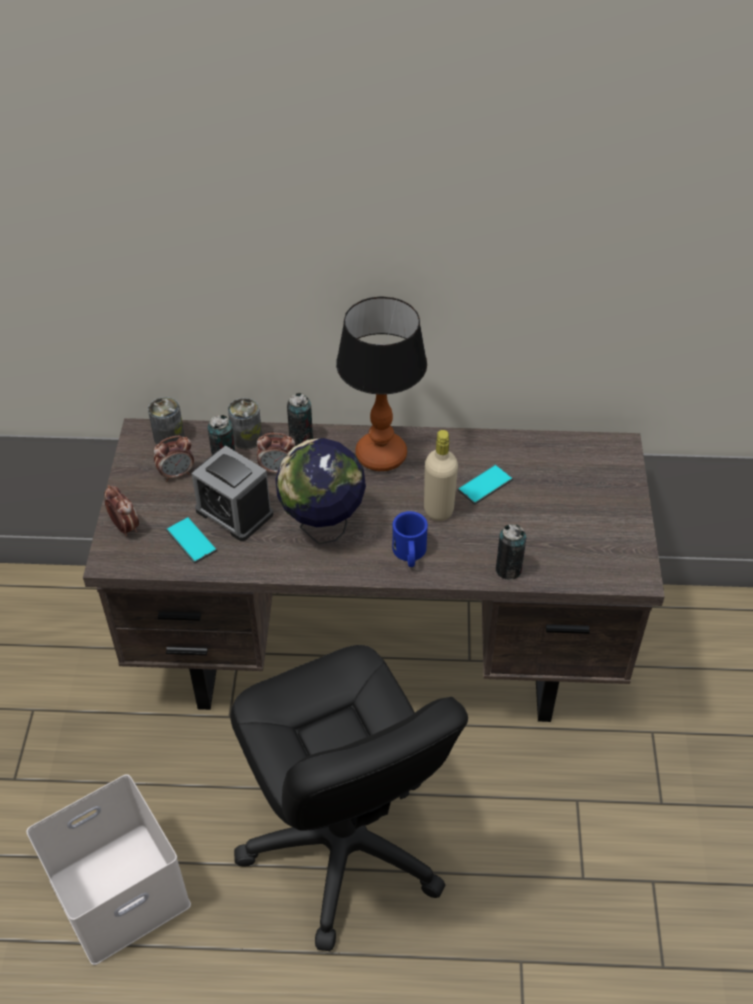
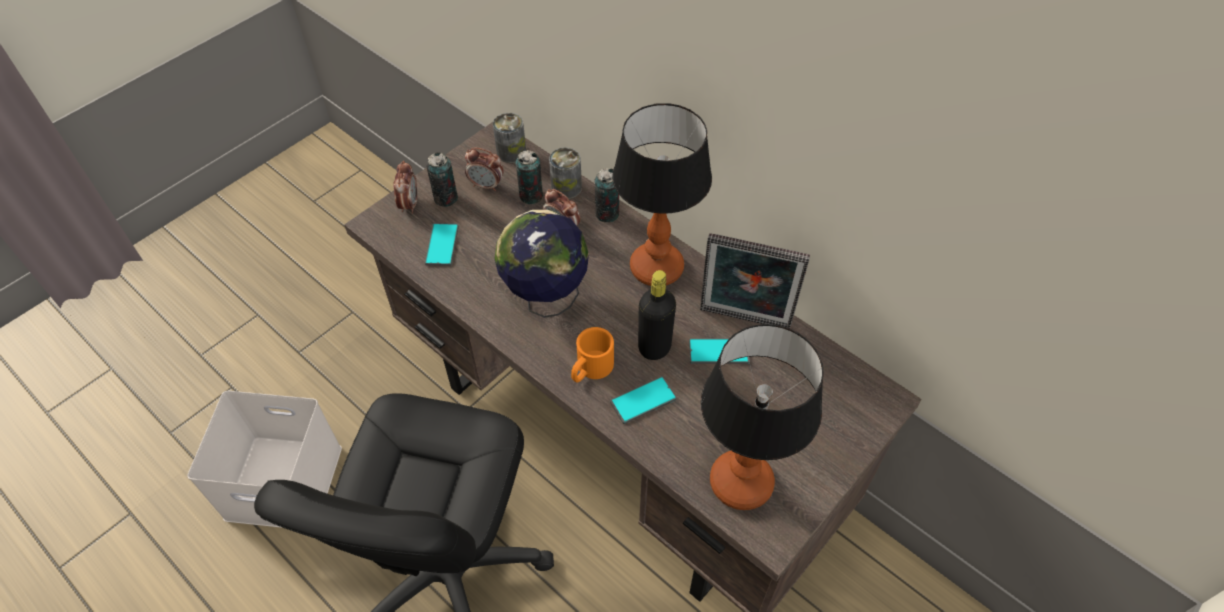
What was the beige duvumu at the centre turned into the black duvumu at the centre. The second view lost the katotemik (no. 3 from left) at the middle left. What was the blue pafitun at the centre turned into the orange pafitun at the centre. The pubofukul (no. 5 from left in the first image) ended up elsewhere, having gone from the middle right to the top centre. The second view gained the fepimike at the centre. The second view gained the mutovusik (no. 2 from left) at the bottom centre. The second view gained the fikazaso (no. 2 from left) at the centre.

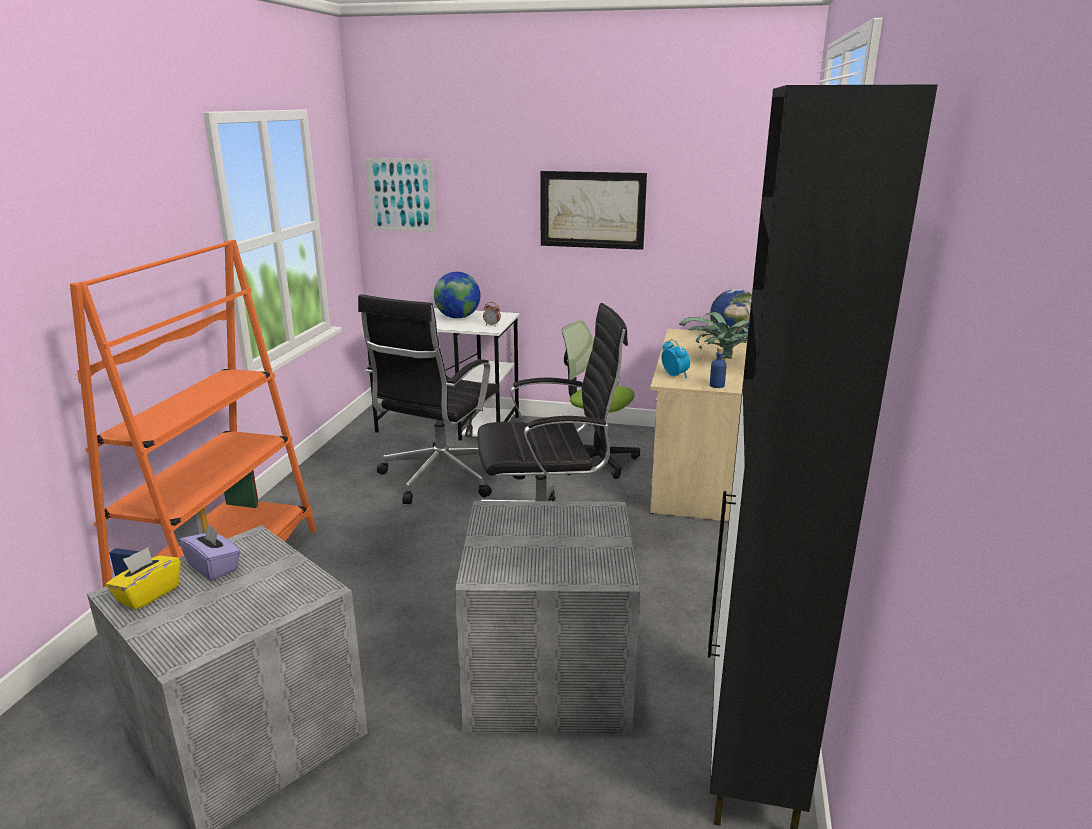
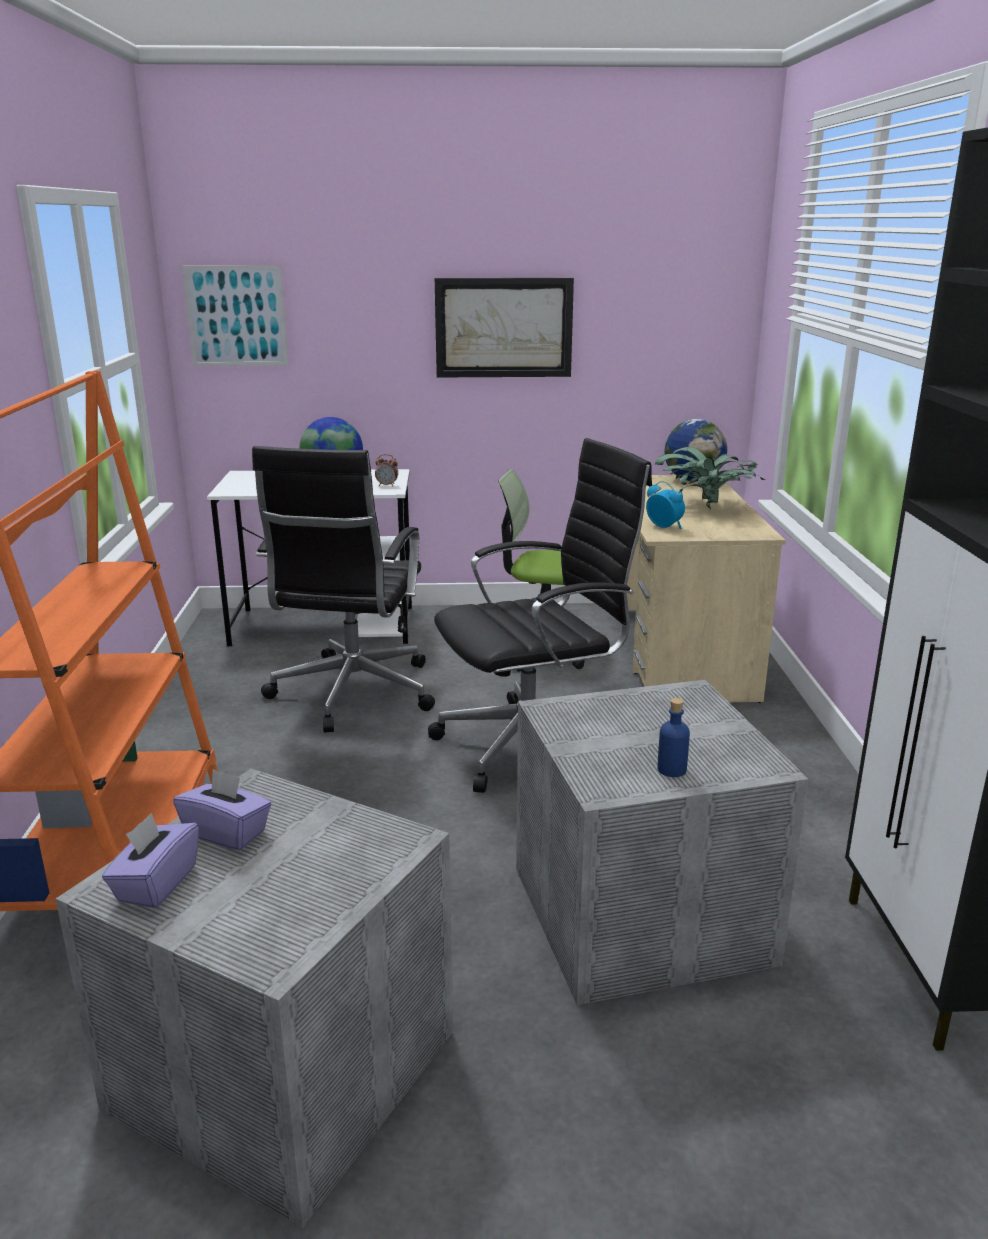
The blue duvumu ended up elsewhere, having gone from the centre to the middle right. What was the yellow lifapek at the bottom left turned into the purple lifapek (no. 1 from left) at the bottom left.

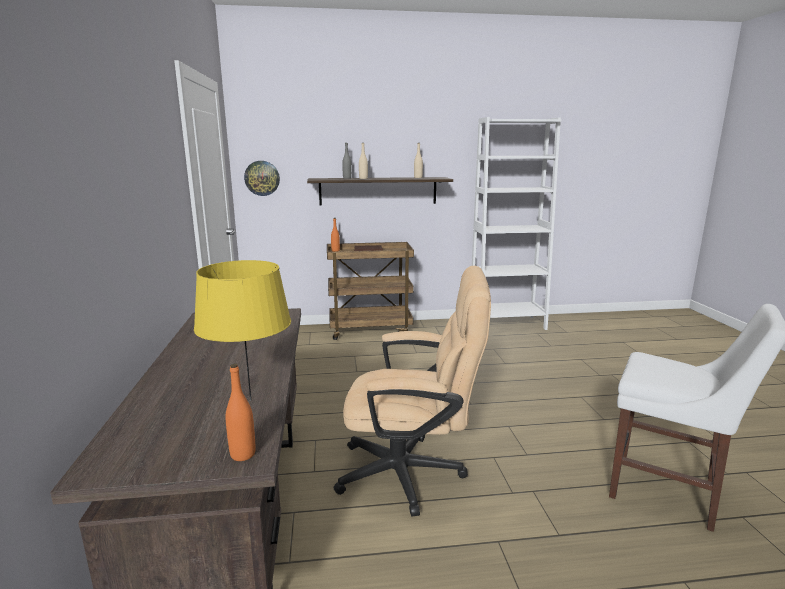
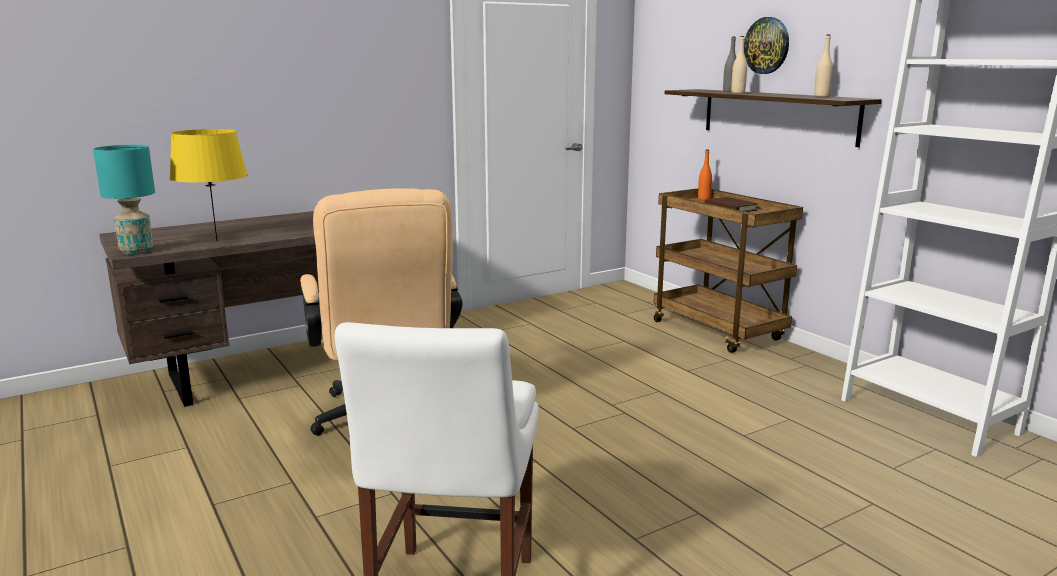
The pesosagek ended up elsewhere, having gone from the top centre to the top right. Where the orange duvumu (no. 1 from left) stood at the bottom left, the turquoise mutovusik came to stand at the middle left.

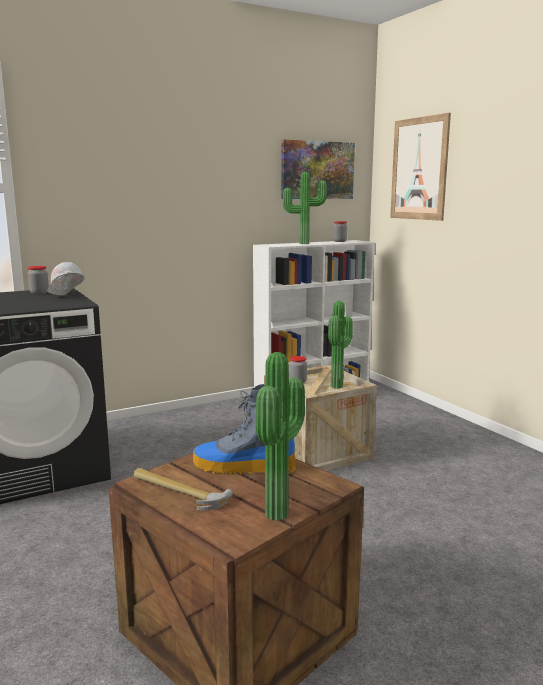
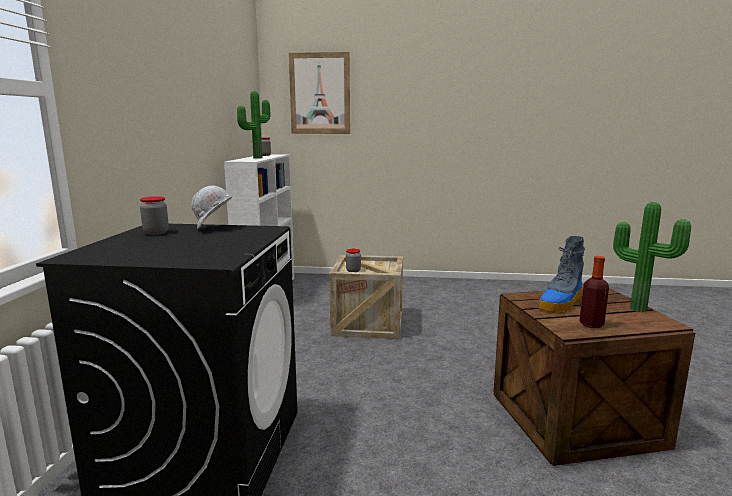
The second view lost the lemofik (no. 1 from left) at the top centre. The second view lost the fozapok (no. 3 from left) at the centre. Where the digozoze stood at the bottom centre, the duvumu came to stand at the middle right.

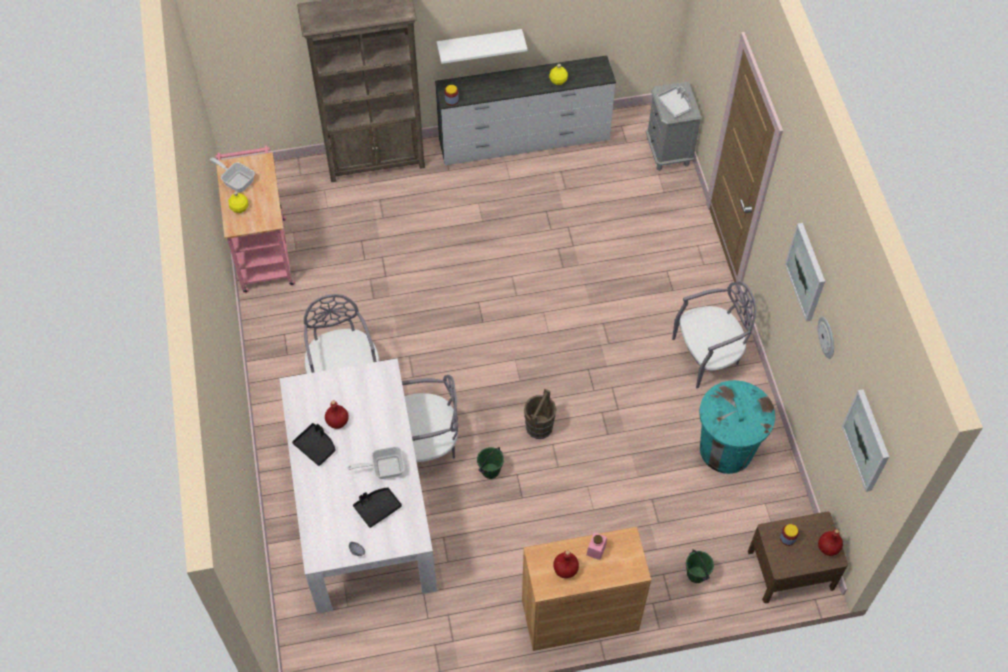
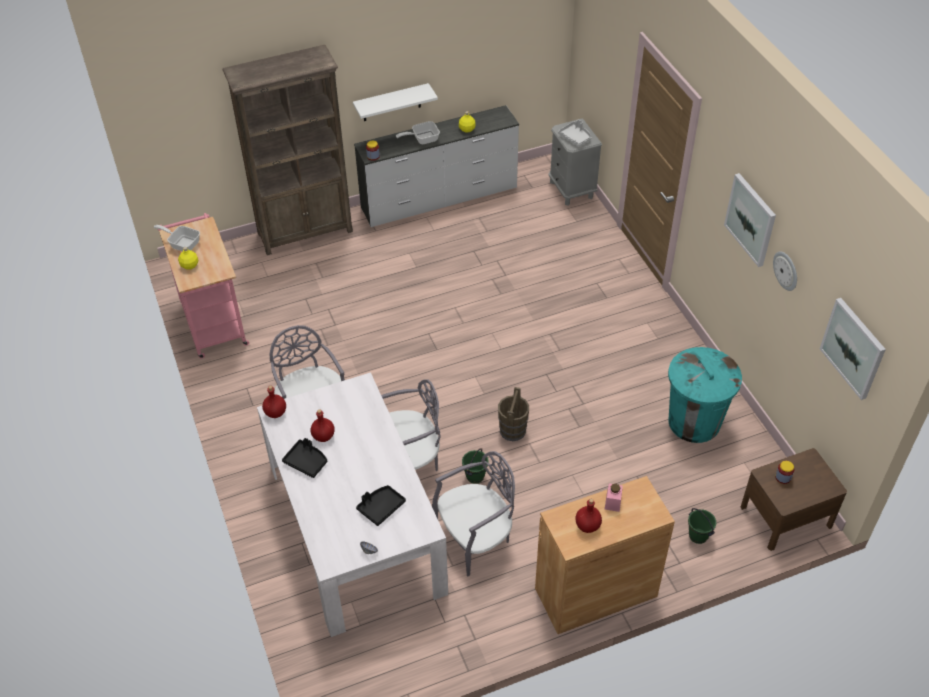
The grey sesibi (no. 3 from left) ended up elsewhere, having gone from the middle right to the bottom centre. The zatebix (no. 2 from left) ended up elsewhere, having gone from the bottom centre to the top centre. The red duvumu (no. 3 from left in the first image) ended up elsewhere, having gone from the bottom right to the middle left.

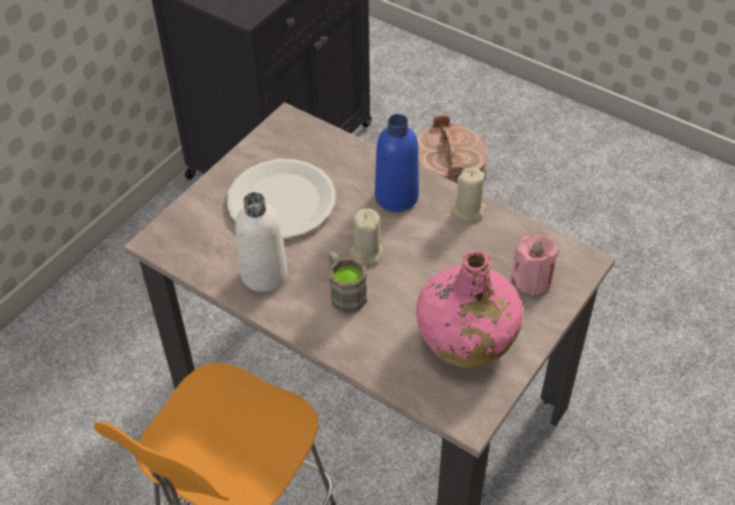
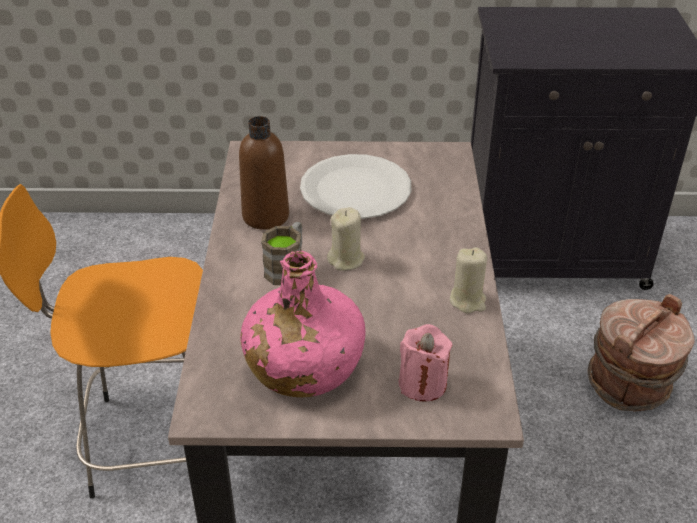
The second view lost the blue duvumu at the top centre. What was the white duvumu at the centre turned into the brown duvumu at the top centre.

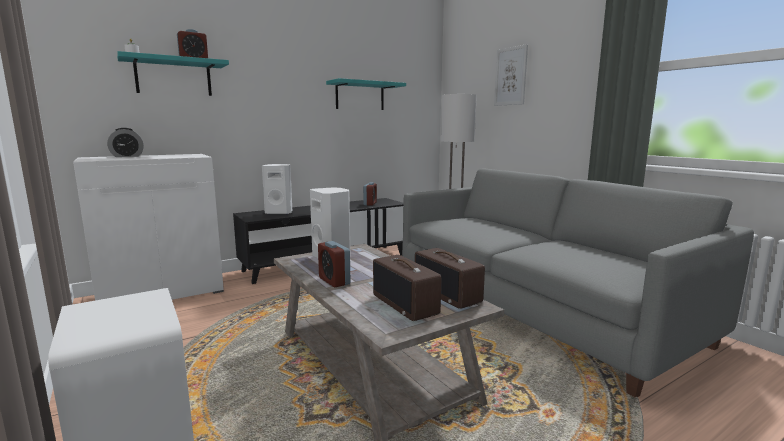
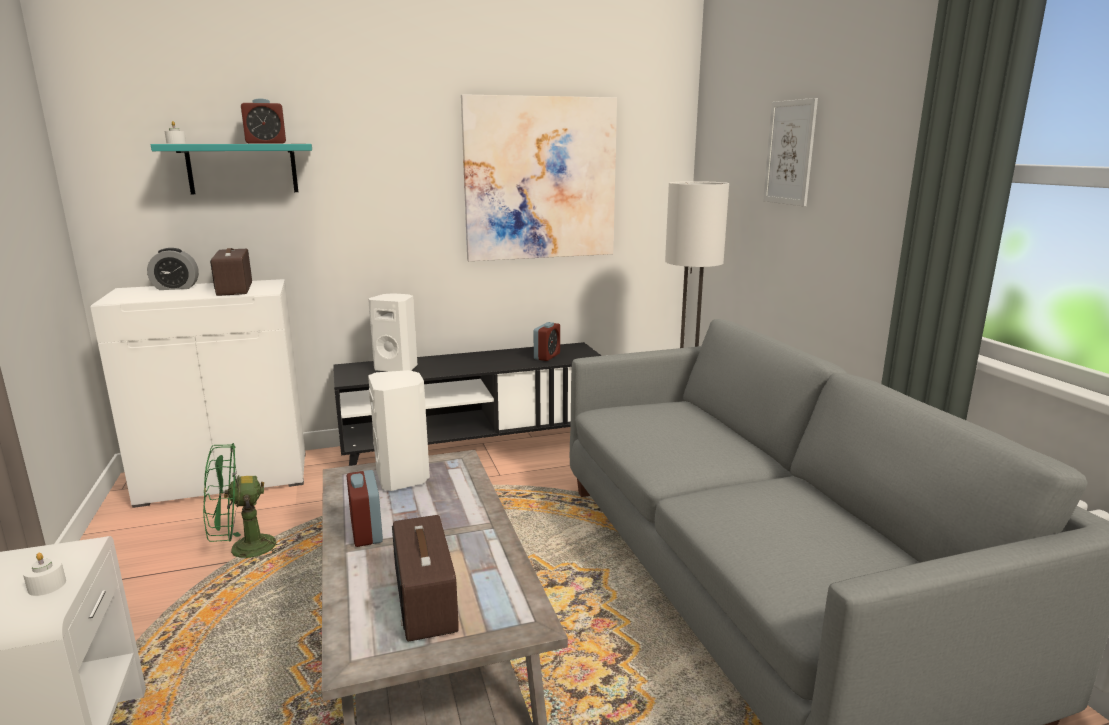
Where the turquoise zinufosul (no. 2 from left) hung at the top centre, the lemofik (no. 1 from left) came to hang at the top centre. The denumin (no. 2 from left in the first image) ended up elsewhere, having gone from the centre to the middle left. The second view gained the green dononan at the bottom left. The second view gained the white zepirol (no. 1 from left) at the bottom left.

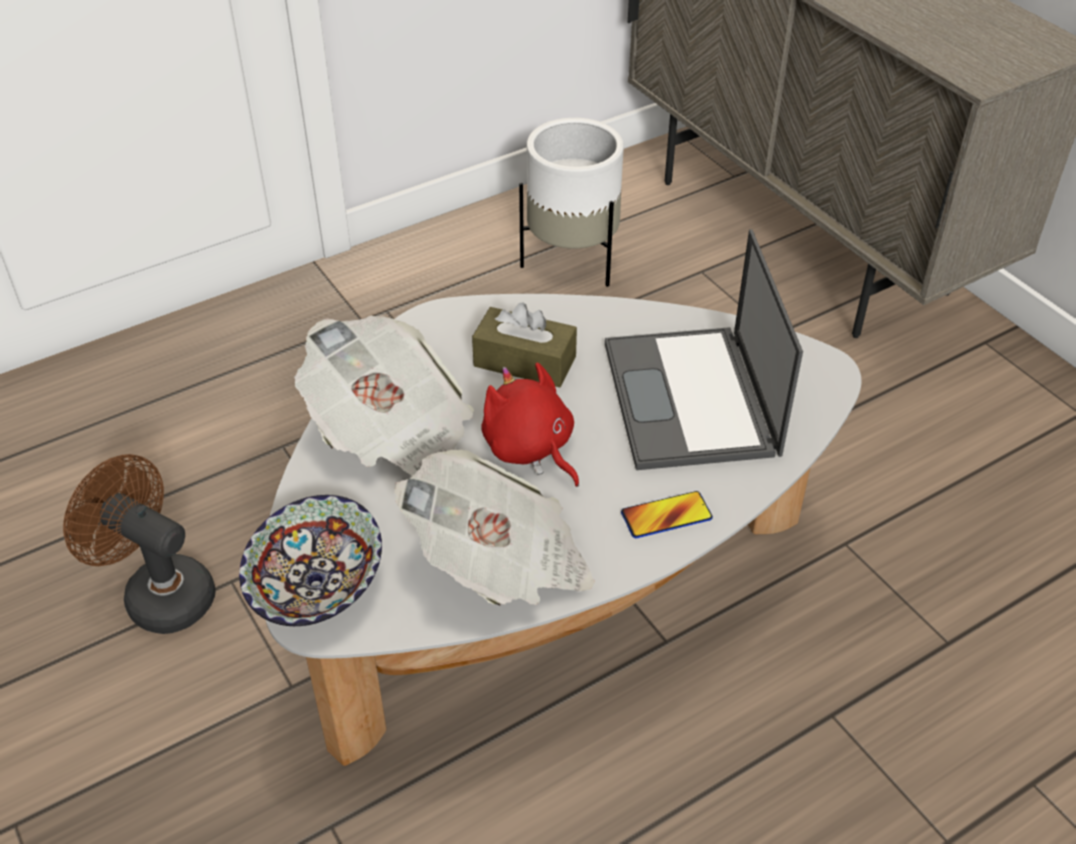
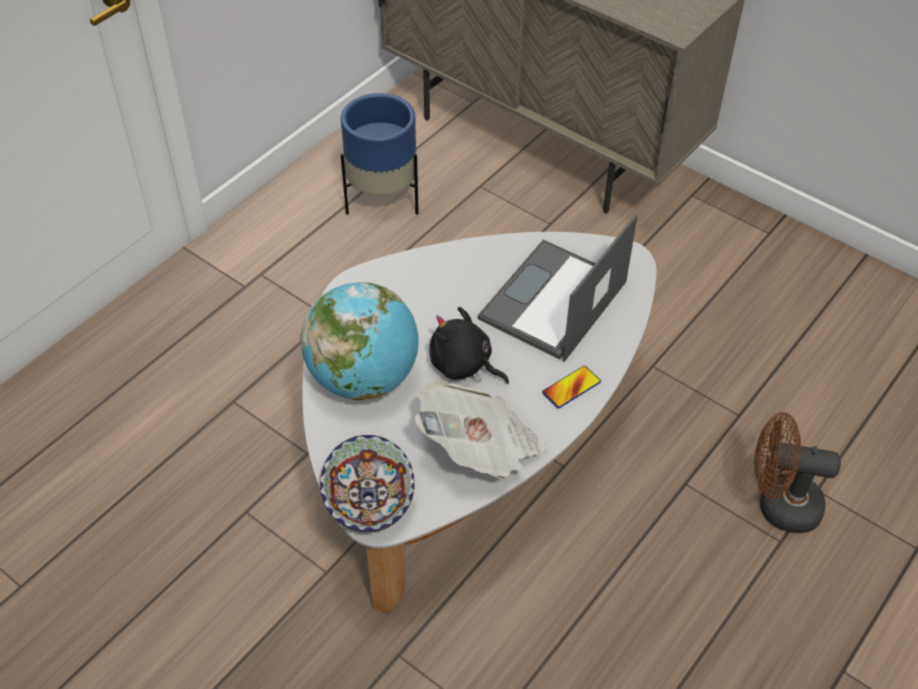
What was the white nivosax at the top centre turned into the blue nivosax at the top centre. The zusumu at the centre ended up facing another way, 60 degrees clockwise from before. The second view lost the brown lifapek at the centre. Where the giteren (no. 1 from left) stood at the centre, the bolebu came to stand at the centre. What was the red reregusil at the centre turned into the black reregusil at the centre. The brown dononan ended up elsewhere, having gone from the middle left to the bottom right.

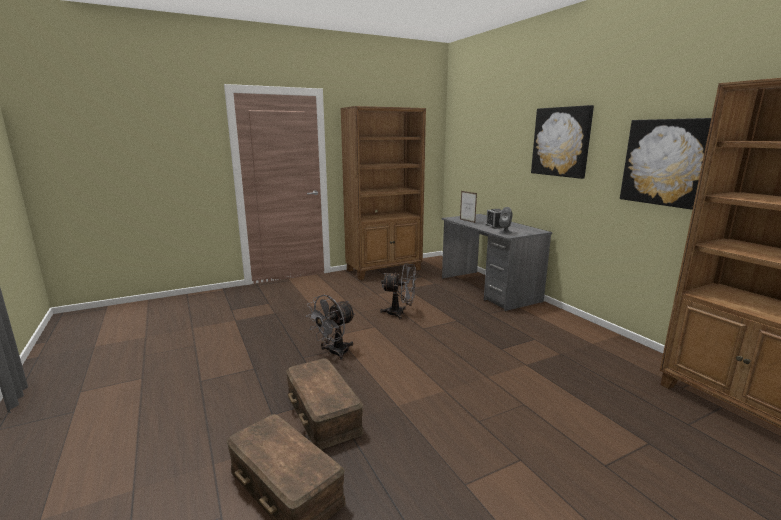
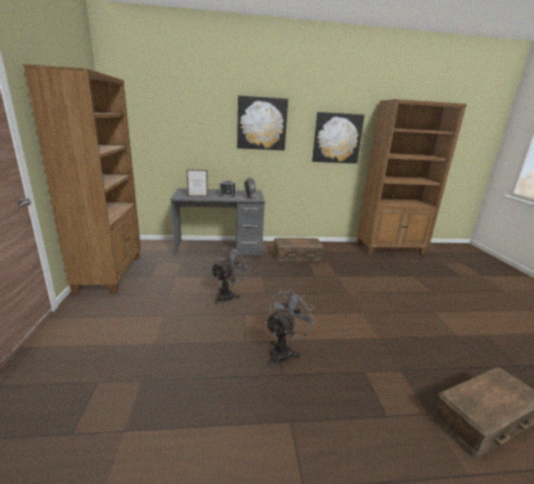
The grey dononan (no. 1 from left in the first image) at the centre ended up facing another way, 120 degrees counterclockwise from before. The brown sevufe (no. 2 from left in the first image) ended up elsewhere, having gone from the bottom centre to the centre.

